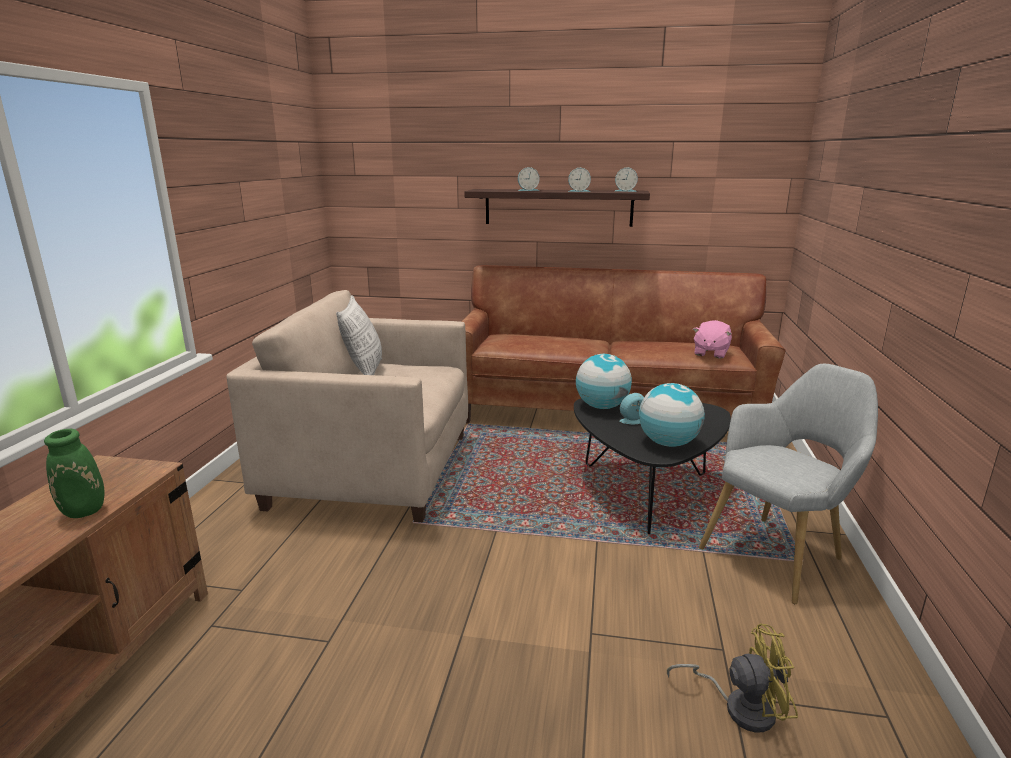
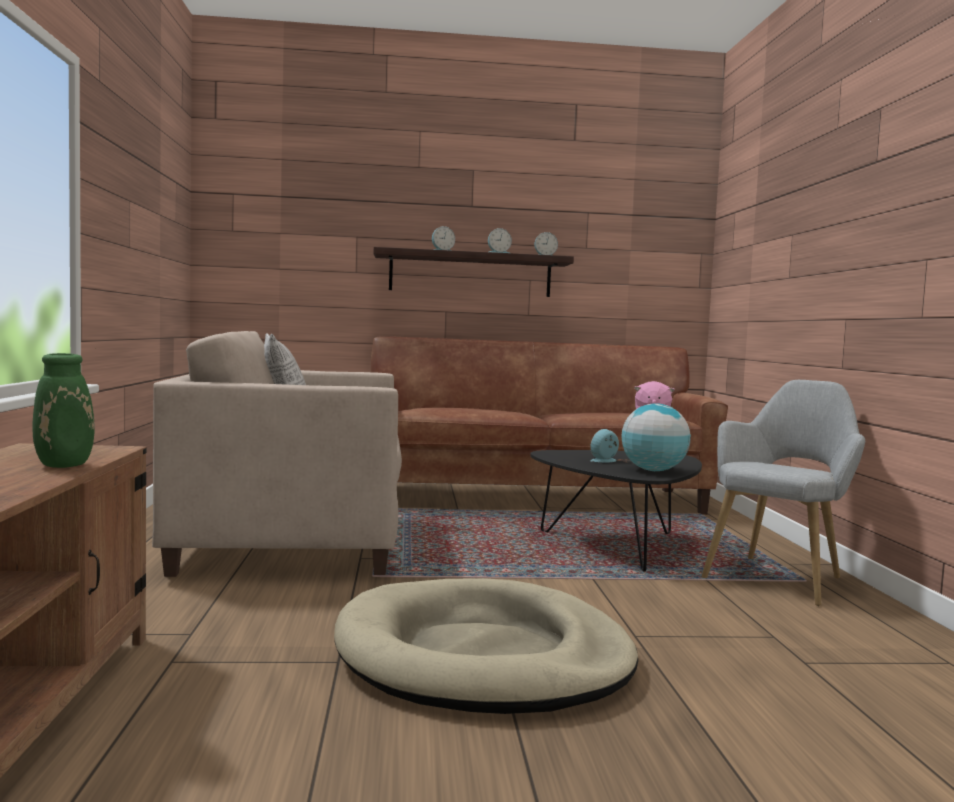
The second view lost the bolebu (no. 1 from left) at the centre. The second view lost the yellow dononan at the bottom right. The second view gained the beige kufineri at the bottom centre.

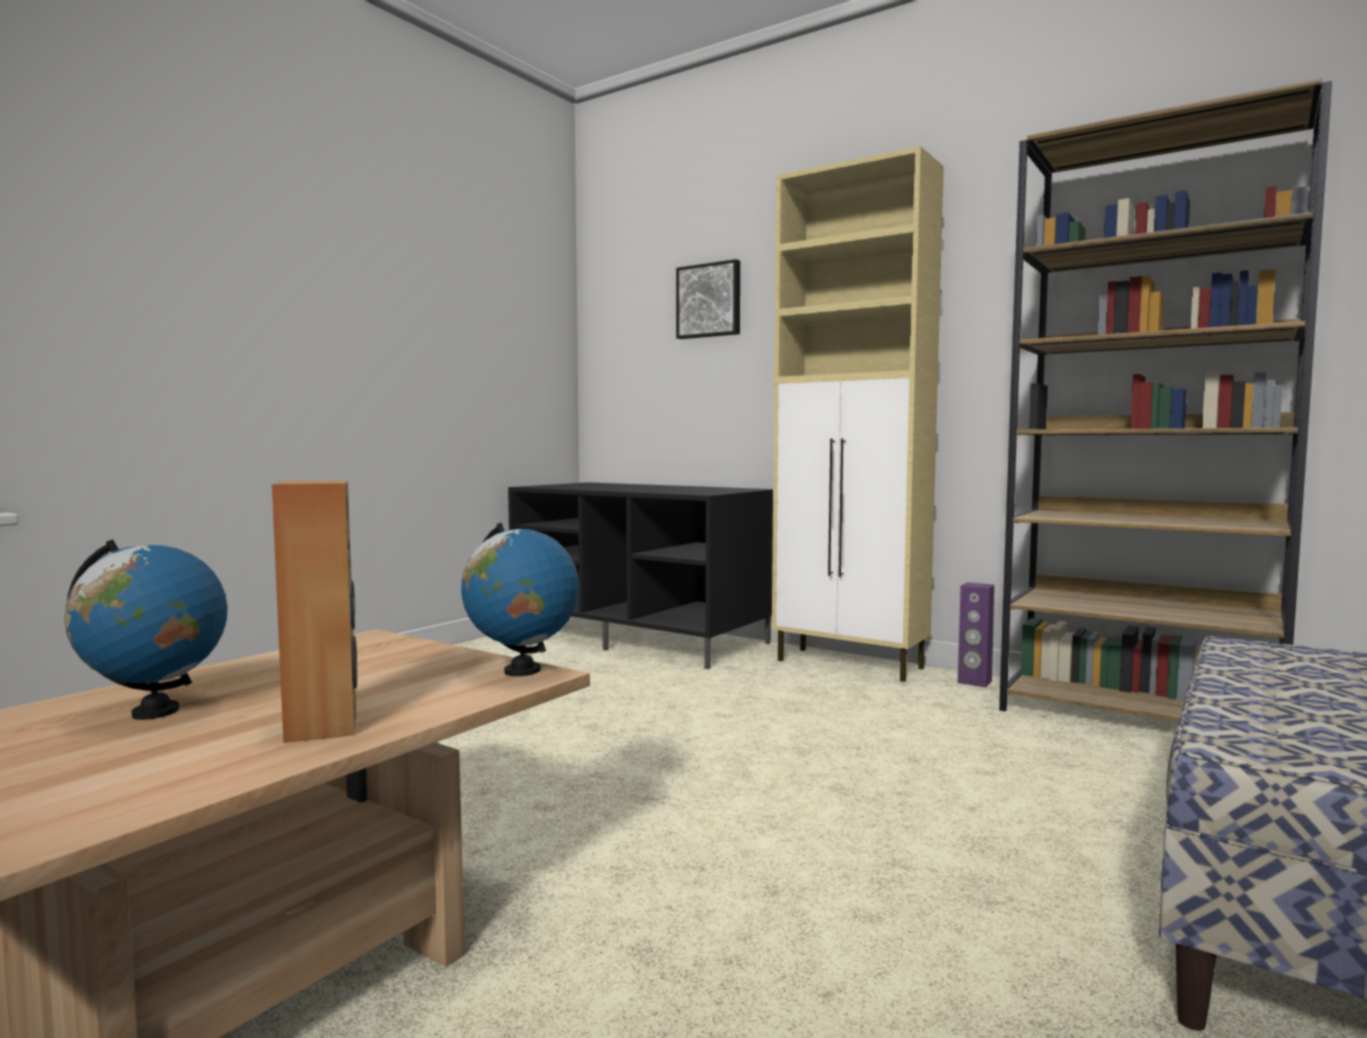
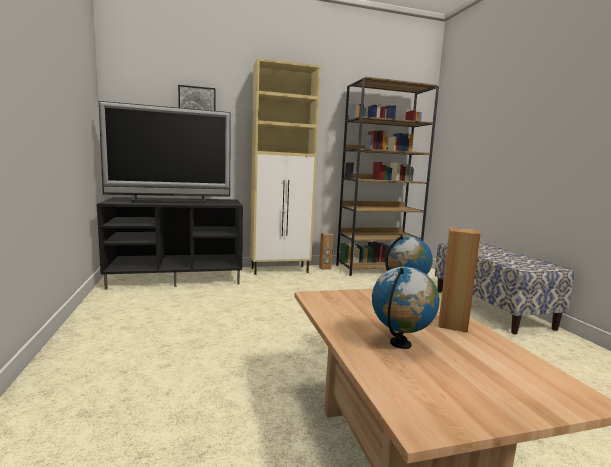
What was the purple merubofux at the middle right turned into the brown merubofux (no. 1 from left) at the centre. The second view gained the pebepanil at the top left.

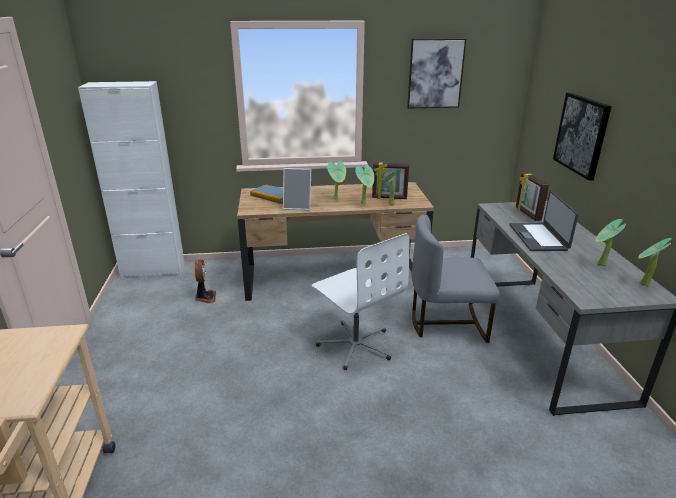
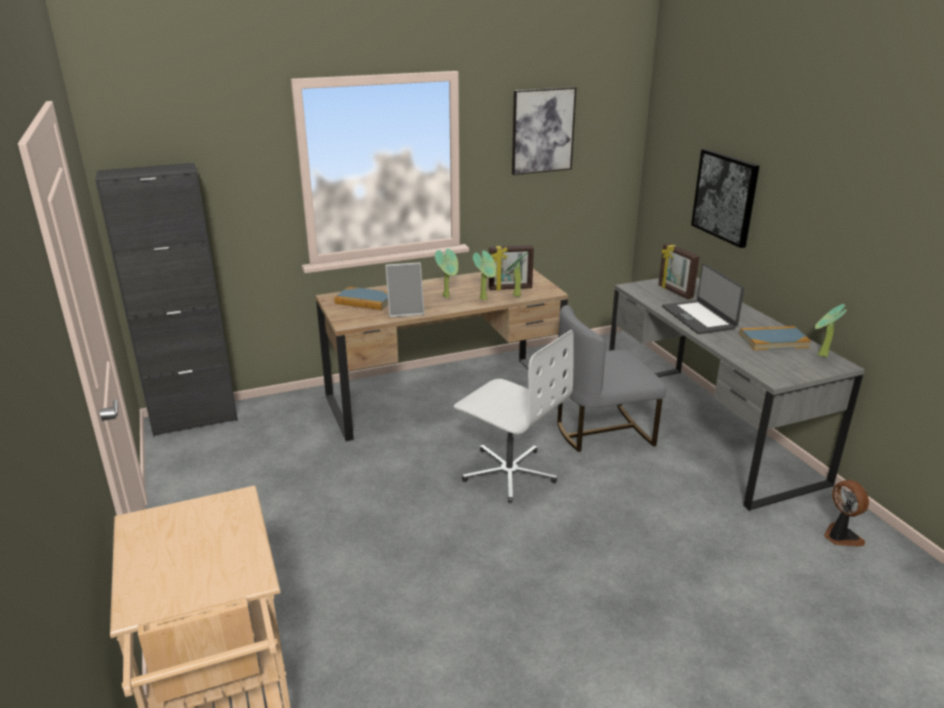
What was the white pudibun at the middle left turned into the black pudibun at the middle left. Where the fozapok (no. 4 from left) stood at the middle right, the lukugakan (no. 2 from left) came to stand at the middle right. The dononan ended up elsewhere, having gone from the middle left to the bottom right.

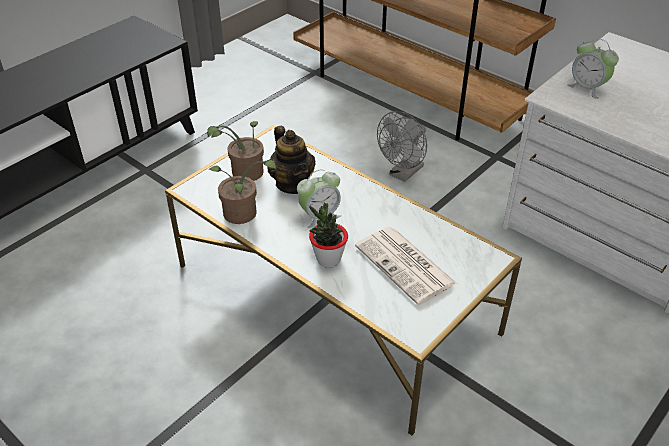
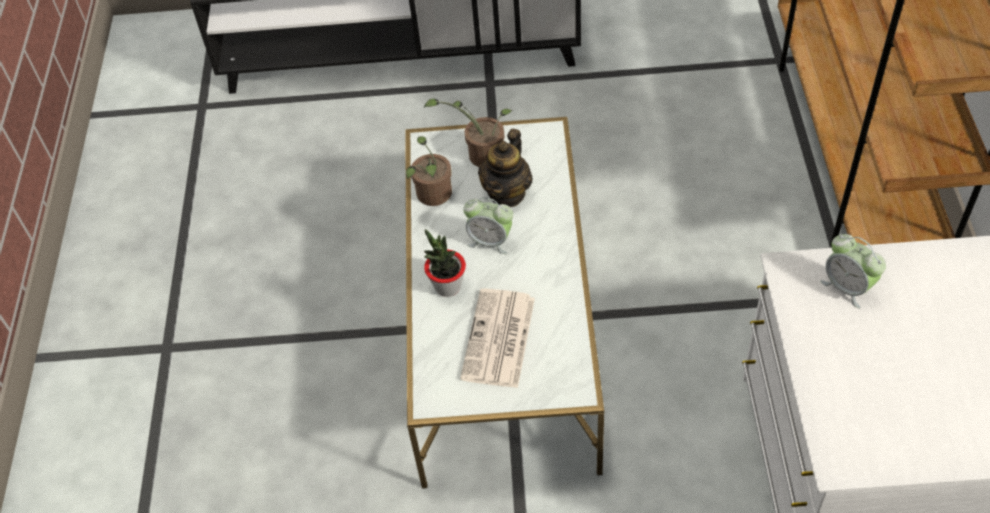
The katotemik (no. 2 from left) at the top right ended up facing another way, 45 degrees counterclockwise from before. The second view lost the grey dononan at the top centre.

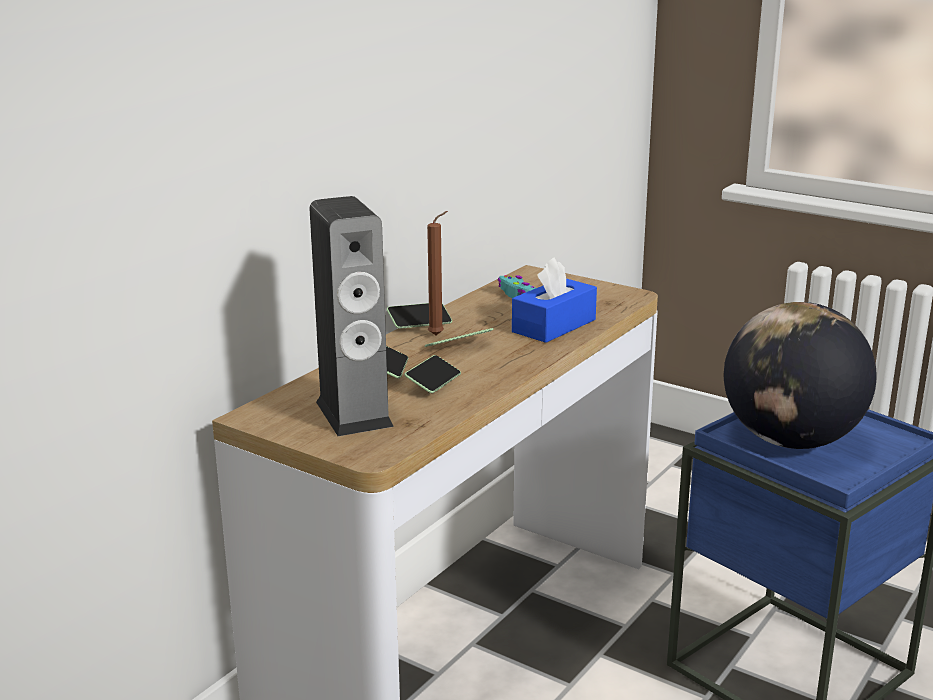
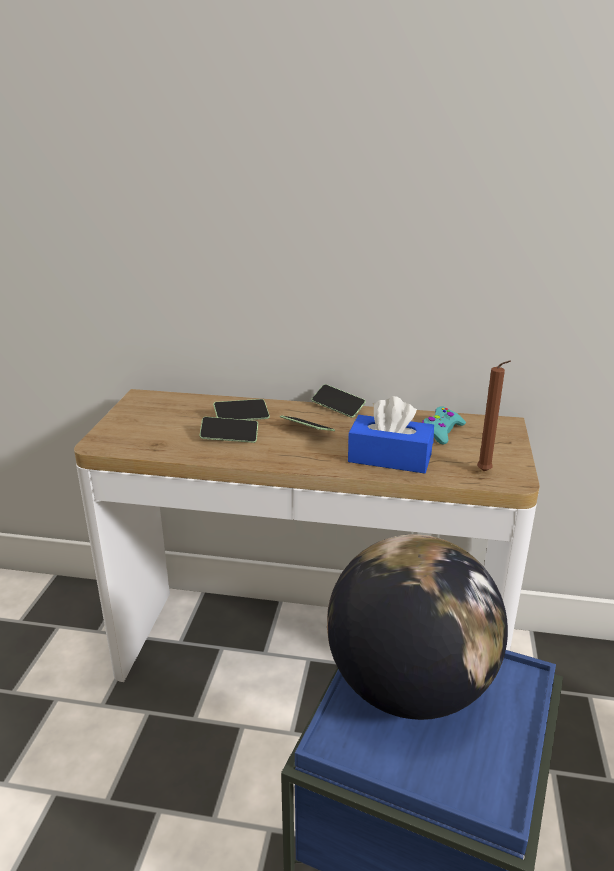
The second view lost the merubofux at the centre. The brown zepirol ended up elsewhere, having gone from the centre to the middle right.

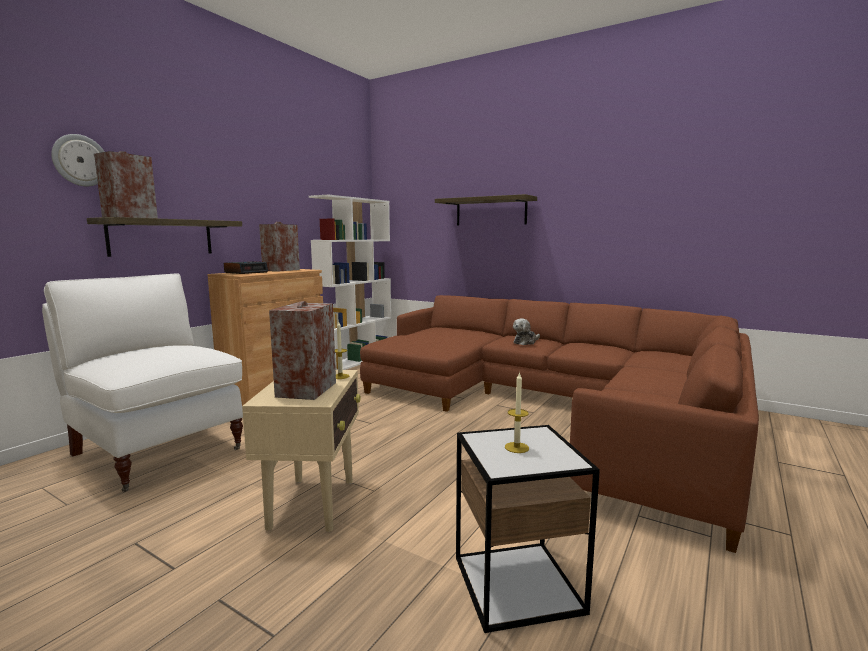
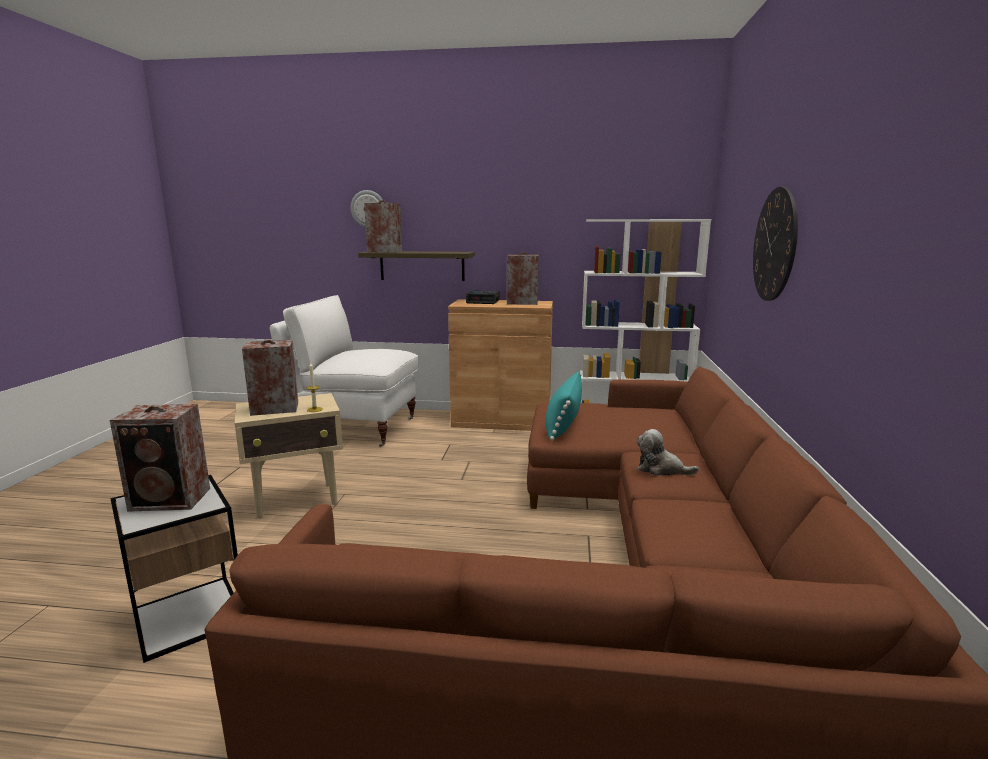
Where the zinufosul (no. 2 from left) hung at the top centre, the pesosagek (no. 2 from left) came to hang at the top right. The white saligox at the middle left ended up facing another way, 90 degrees counterclockwise from before. Where the zepirol (no. 2 from left) stood at the centre, the merubofux (no. 1 from left) came to stand at the middle left. The second view gained the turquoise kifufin at the centre.

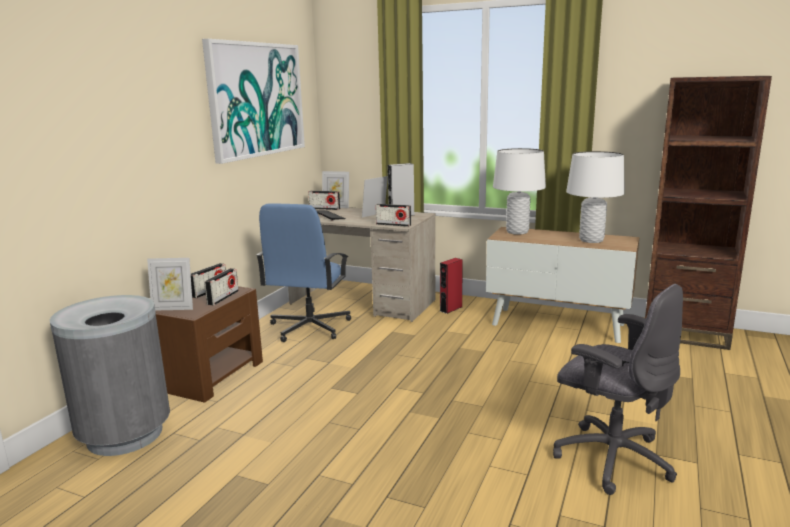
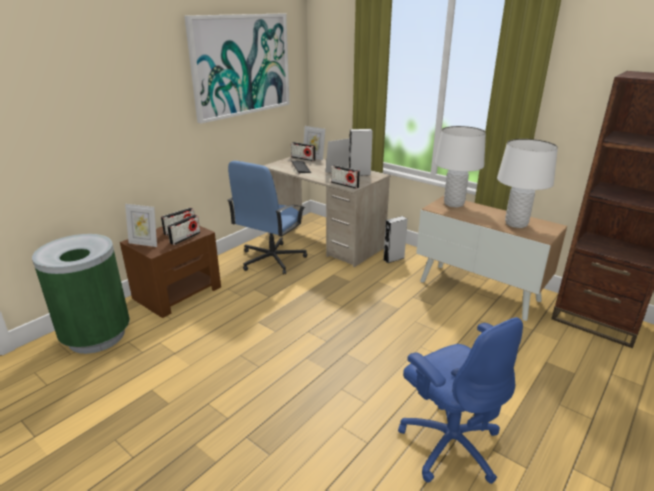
What was the red merubofux at the centre turned into the grey merubofux (no. 2 from left) at the centre. What was the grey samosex at the bottom right turned into the blue samosex (no. 2 from left) at the bottom right. What was the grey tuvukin at the bottom left turned into the green tuvukin at the middle left.

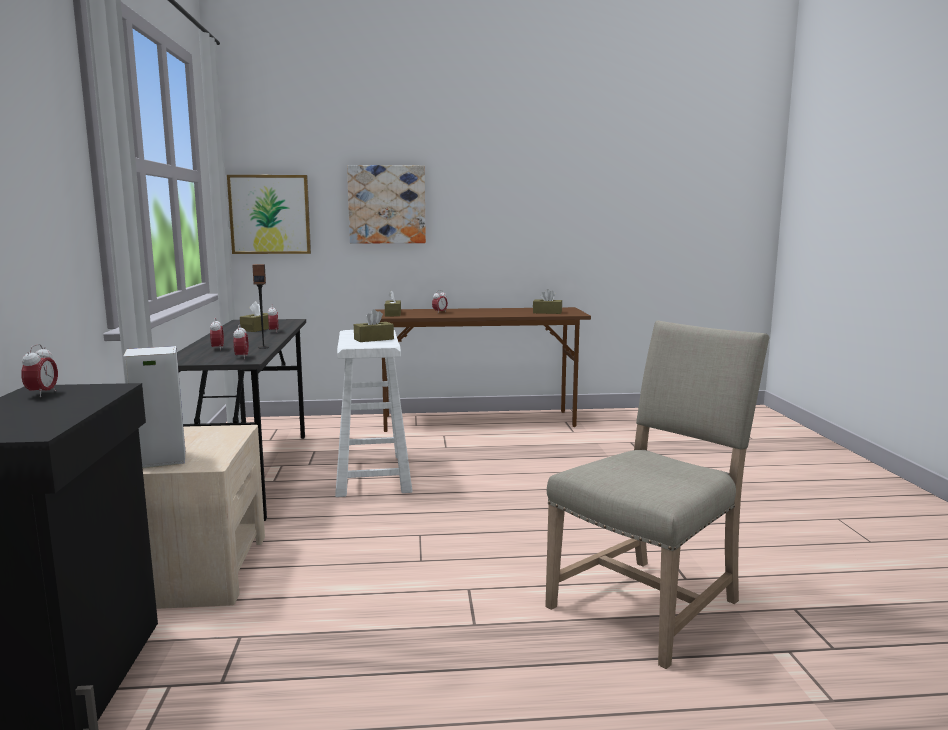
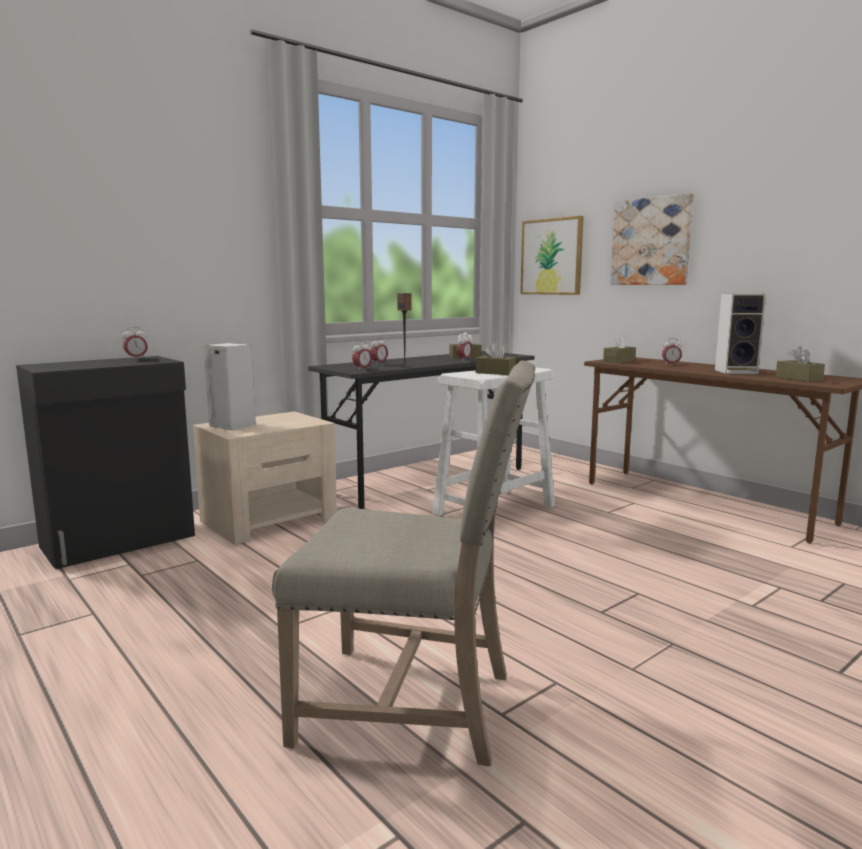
The second view gained the merubofux (no. 3 from left) at the middle right.

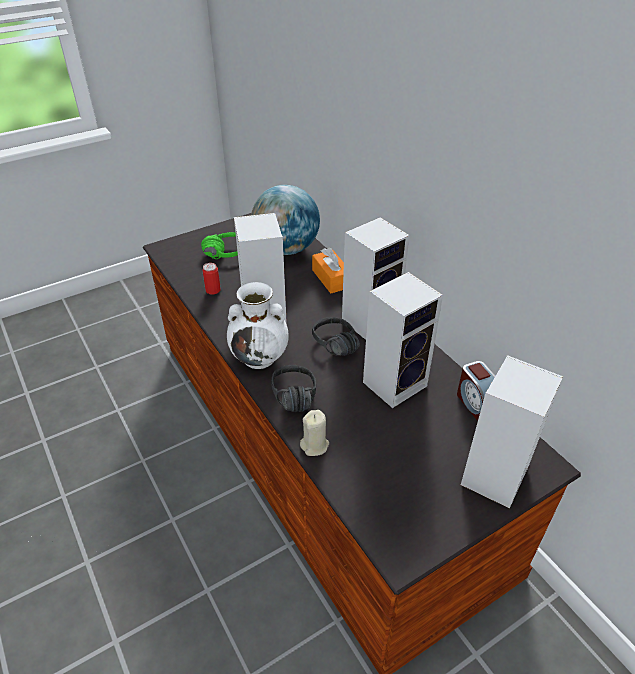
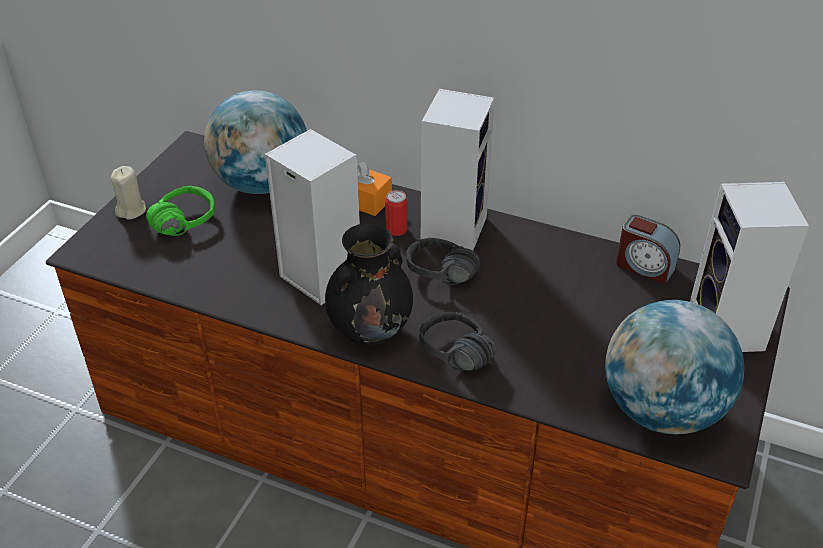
The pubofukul ended up elsewhere, having gone from the middle left to the centre. The second view lost the merubofux (no. 3 from left) at the centre. What was the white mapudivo at the centre turned into the black mapudivo at the centre. The beige zepirol ended up elsewhere, having gone from the centre to the middle left. The second view gained the bolebu (no. 2 from left) at the bottom right.

